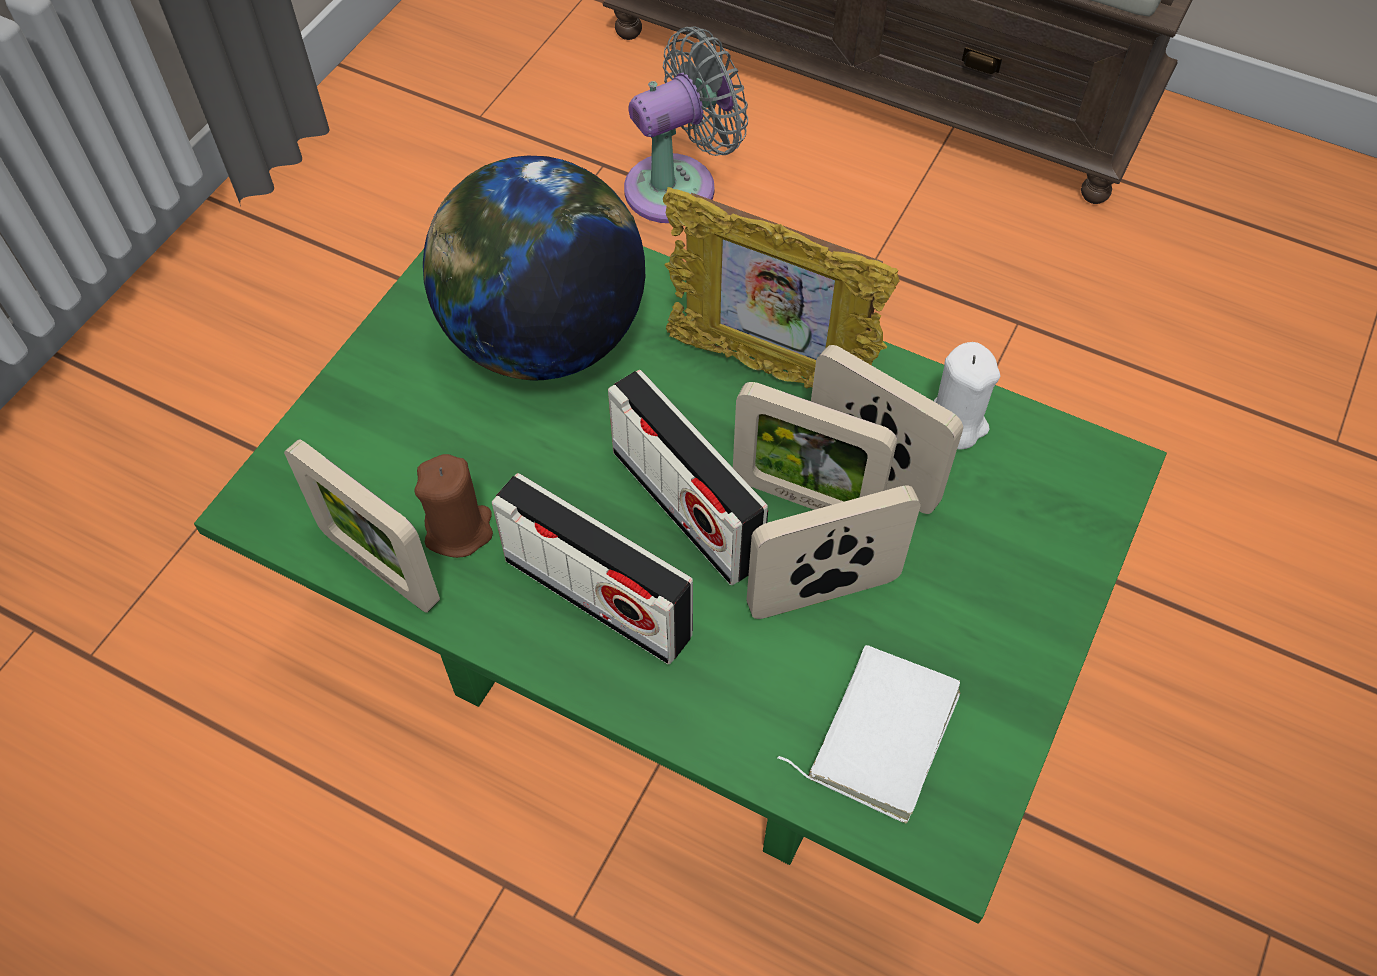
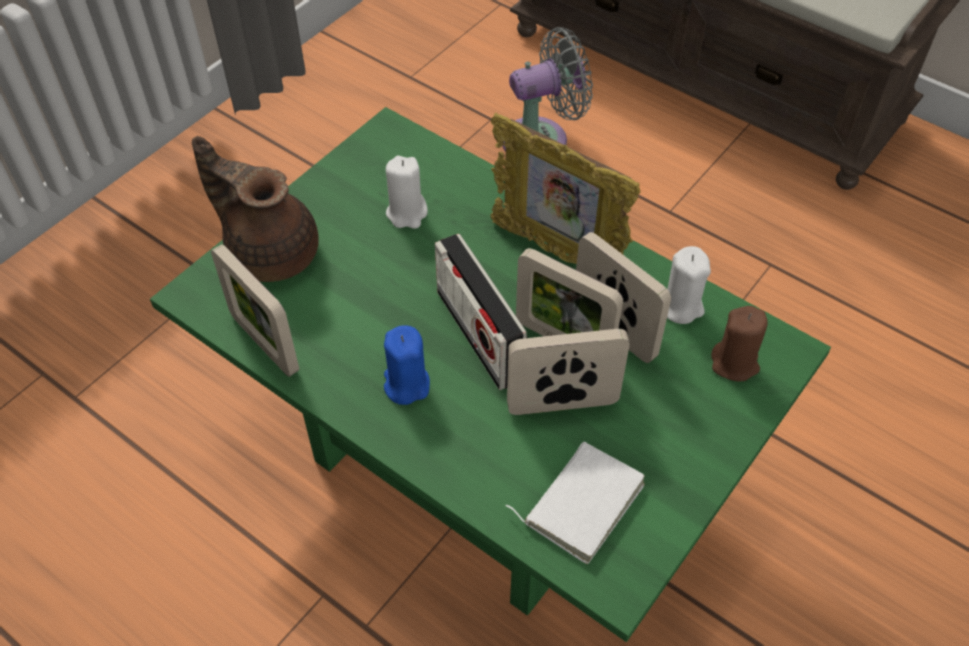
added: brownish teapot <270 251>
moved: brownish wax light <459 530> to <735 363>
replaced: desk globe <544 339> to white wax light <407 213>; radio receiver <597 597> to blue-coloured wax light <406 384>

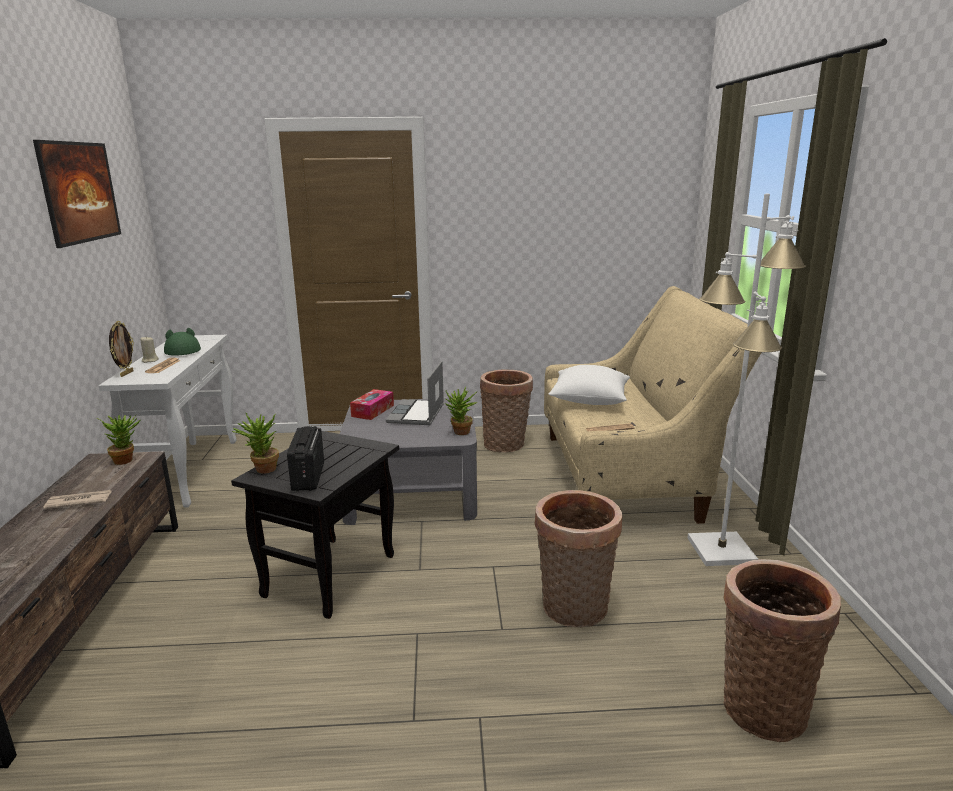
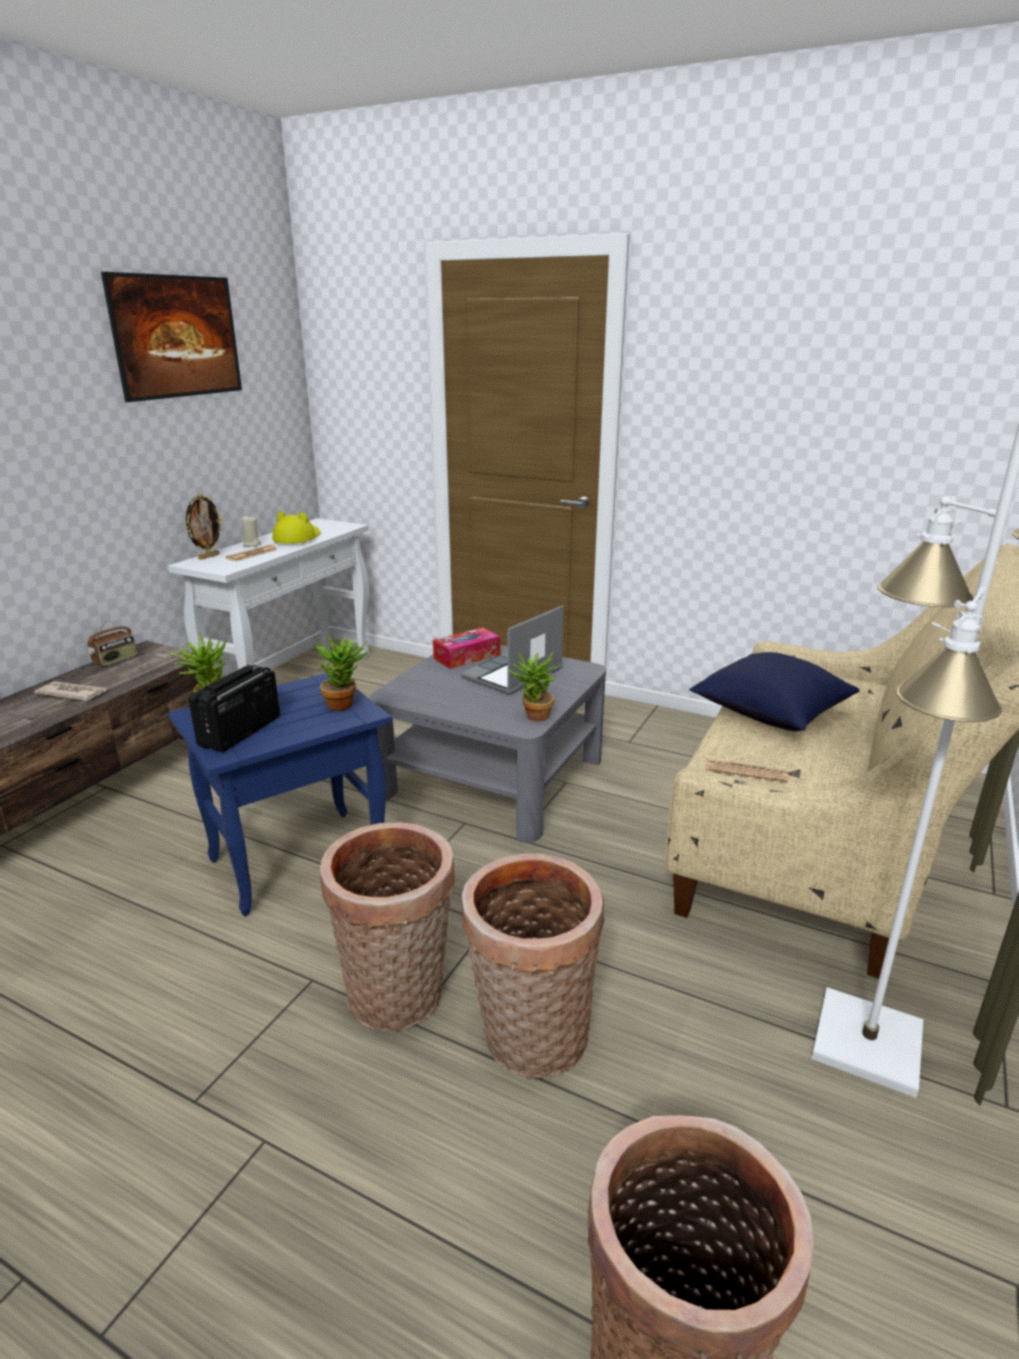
added: radio receiver <115 660>
moved: household basket <506 445> to <397 999>; potted plant <126 460> to <345 704>
recoloured: green hat <182 350> to yellow-coloured hat <297 538>; white throw pillow <589 400> to blue-coloured throw pillow <770 713>; black side table <330 577> to blue-coloured side table <296 862>

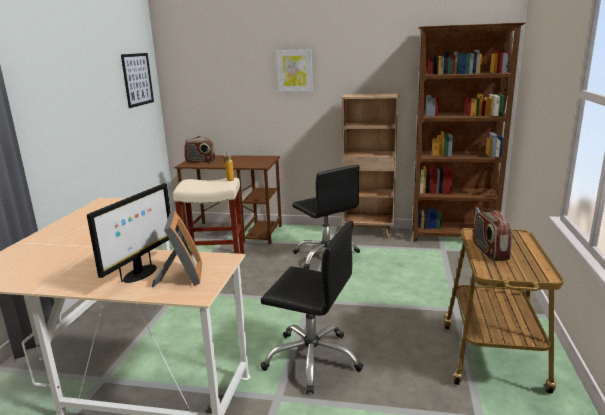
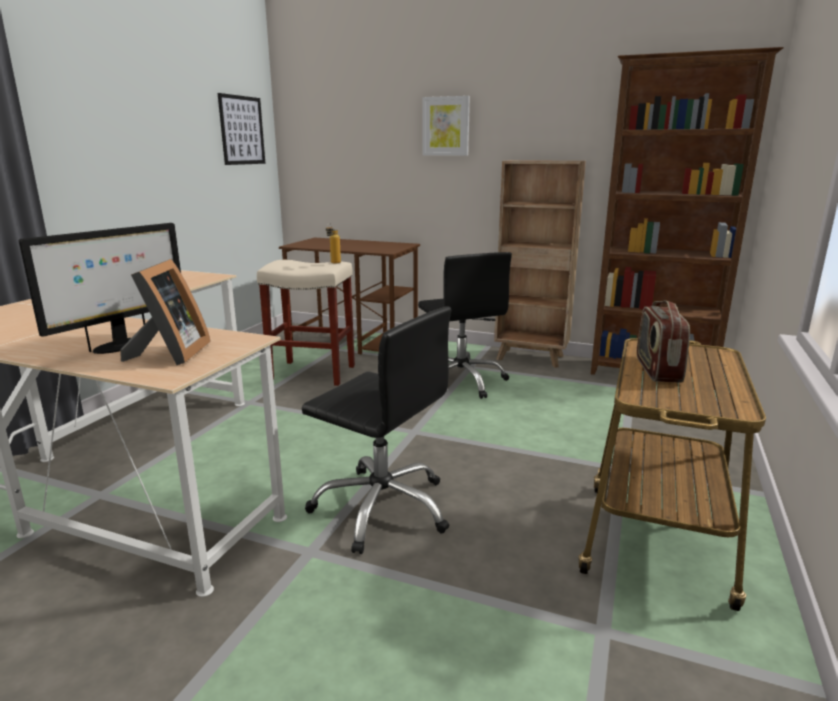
removed: radio receiver <200 161>

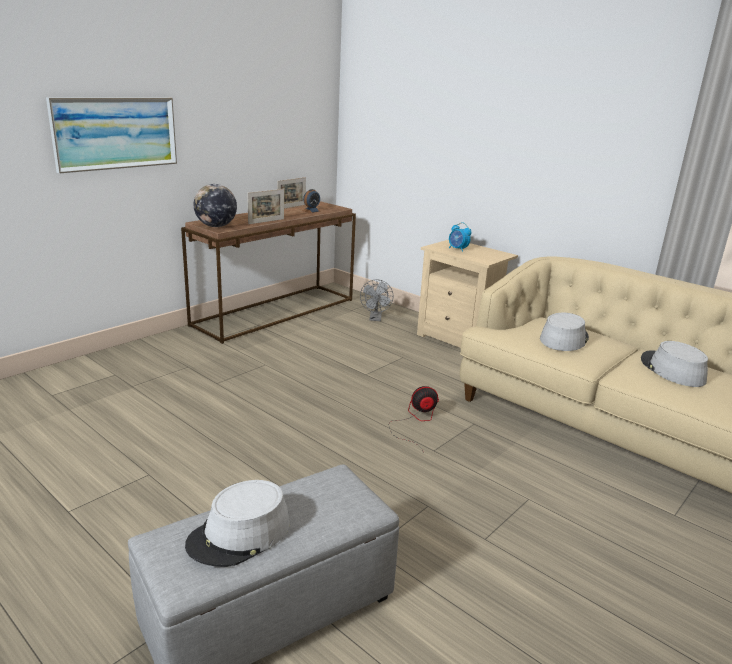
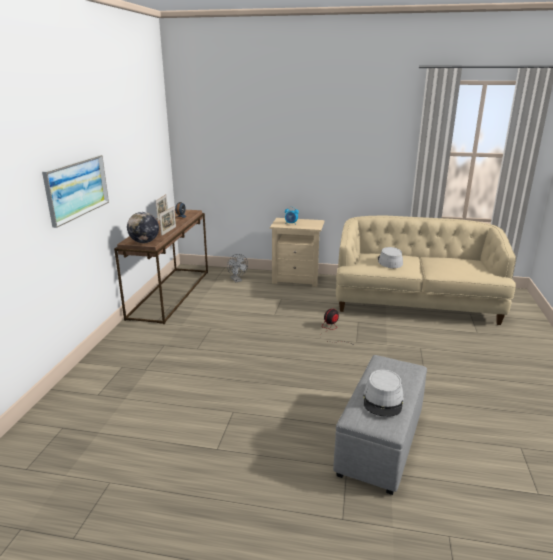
removed: grey hat <672 370>

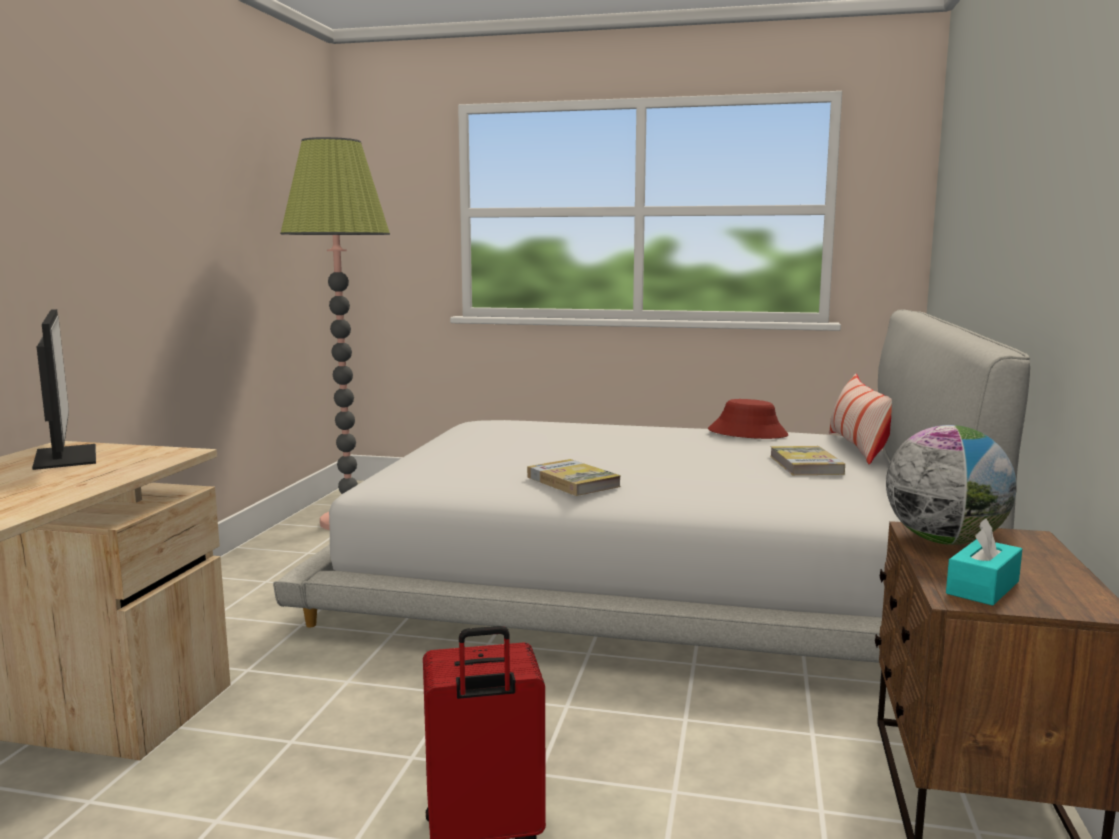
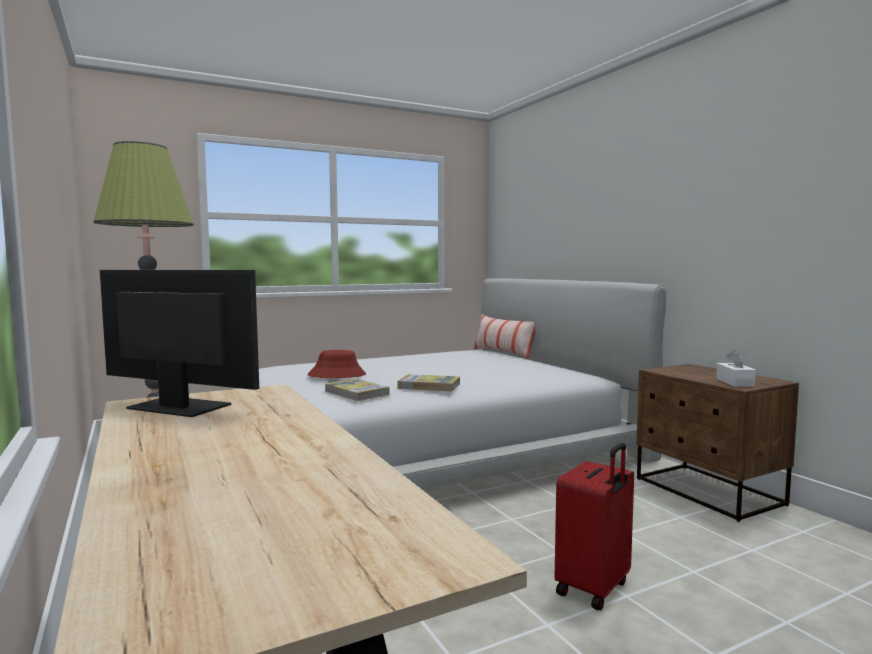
removed: desk globe <944 541>
moved: reddish hat <747 433> to <337 375>; bound book <805 465> to <356 393>
recoloured: turquoise-coloured tissue box <982 587> to white tissue box <735 382>

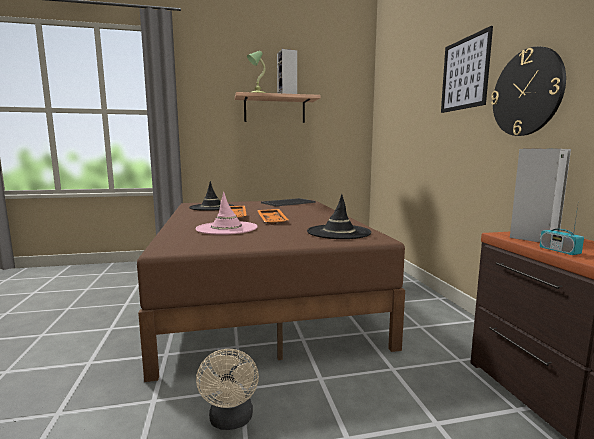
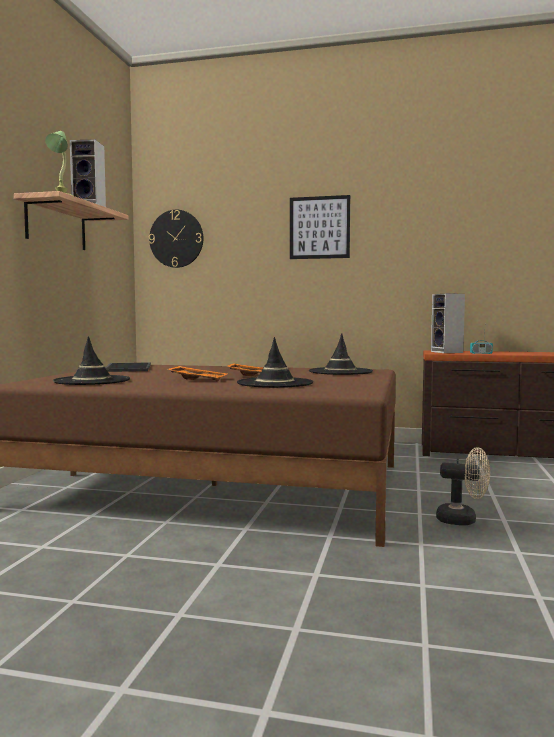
moved: clock on the wall <526 92> to <176 238>
recoloured: pinkish hat <227 228> to black hat <275 383>

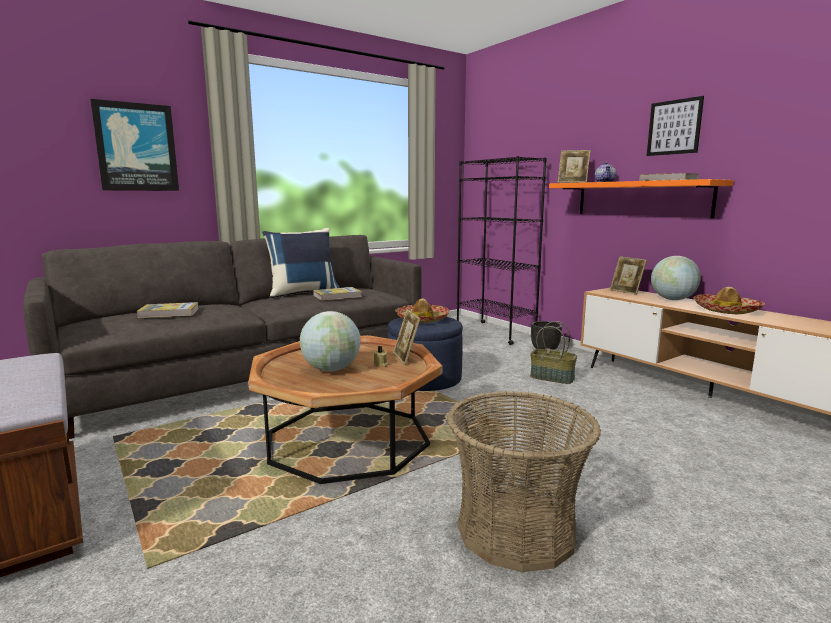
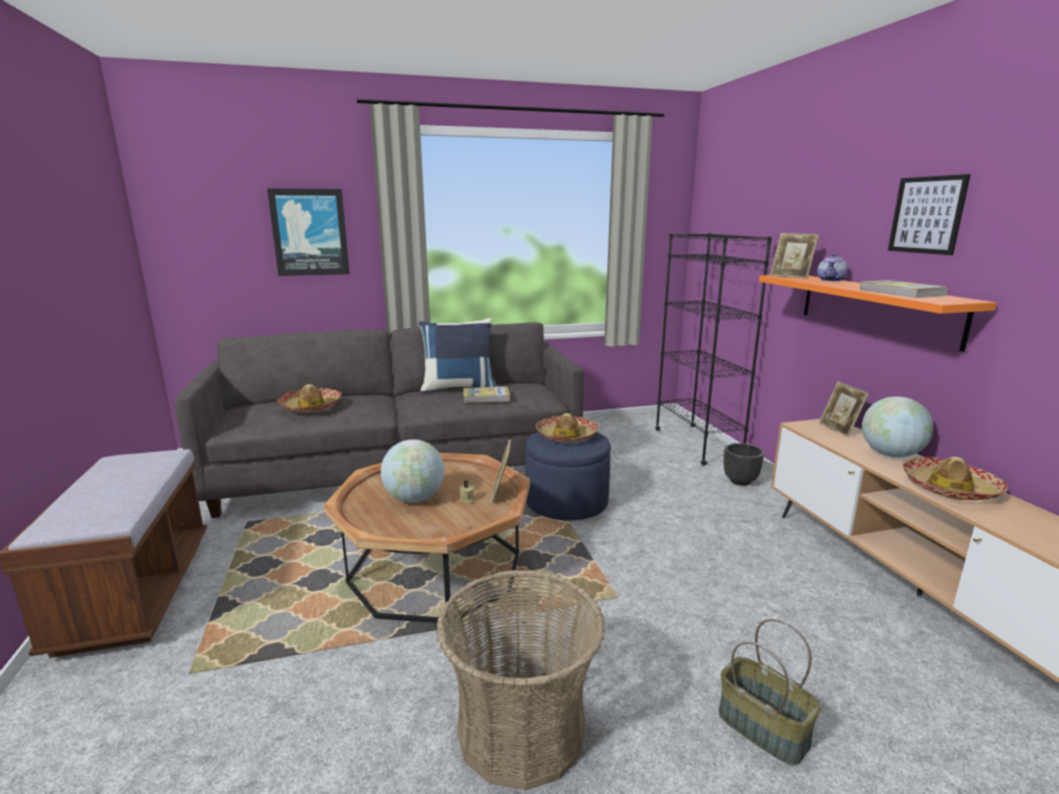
moved: household basket <552 377> to <764 728>
replaced: bound book <169 313> to hat <311 407>

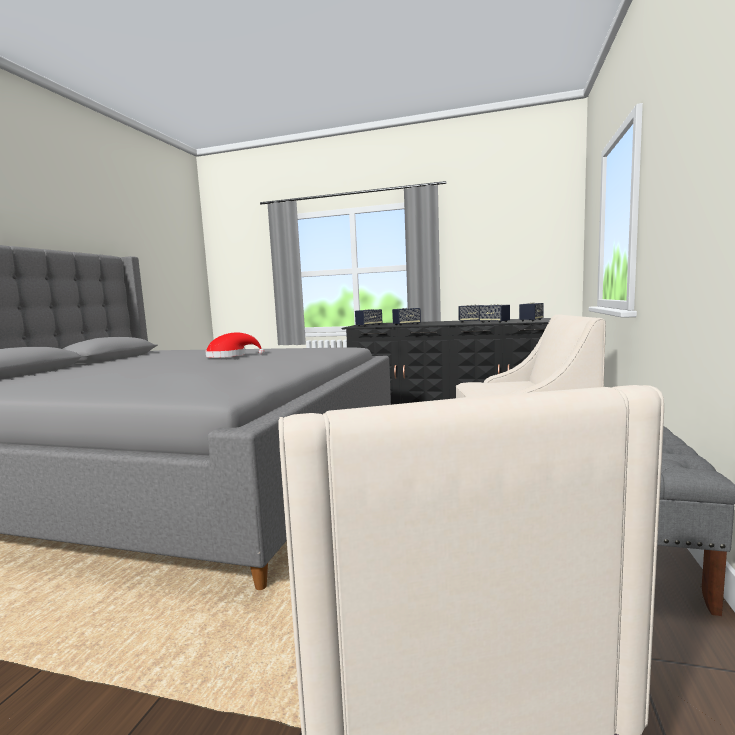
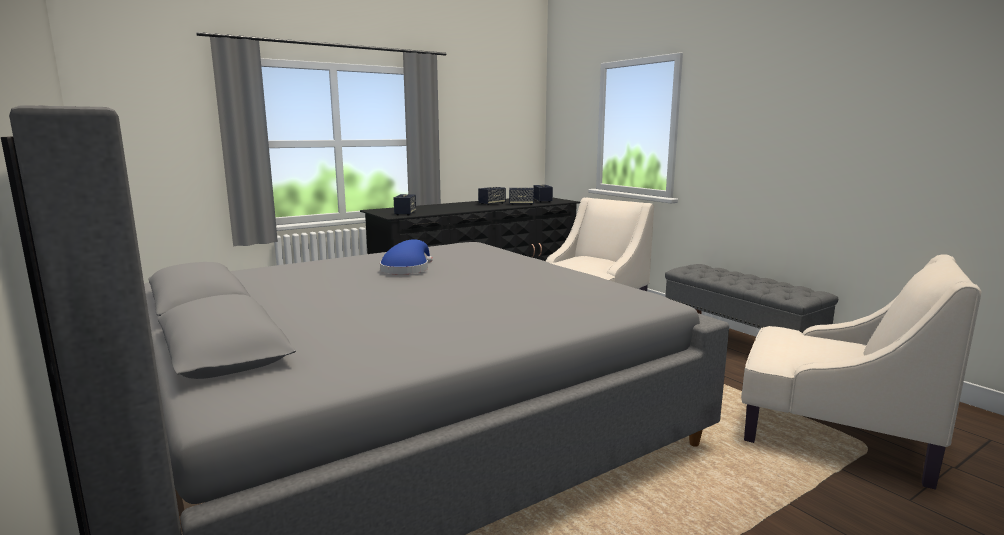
removed: audio speaker <406 324>
recoloured: reddish hat <230 356> to blue-coloured hat <407 269>

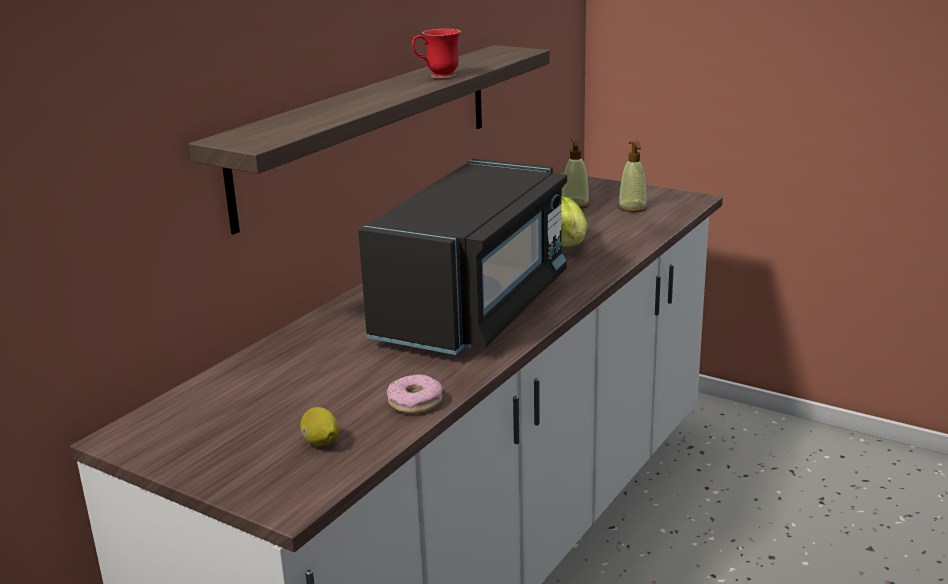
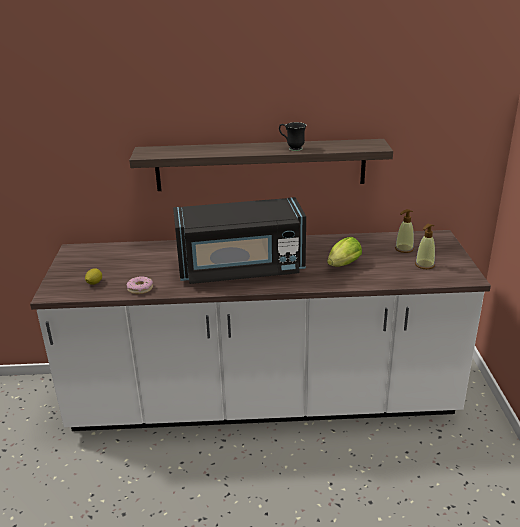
recoloured: reddish coffee mug <437 77> to black coffee mug <292 148>

